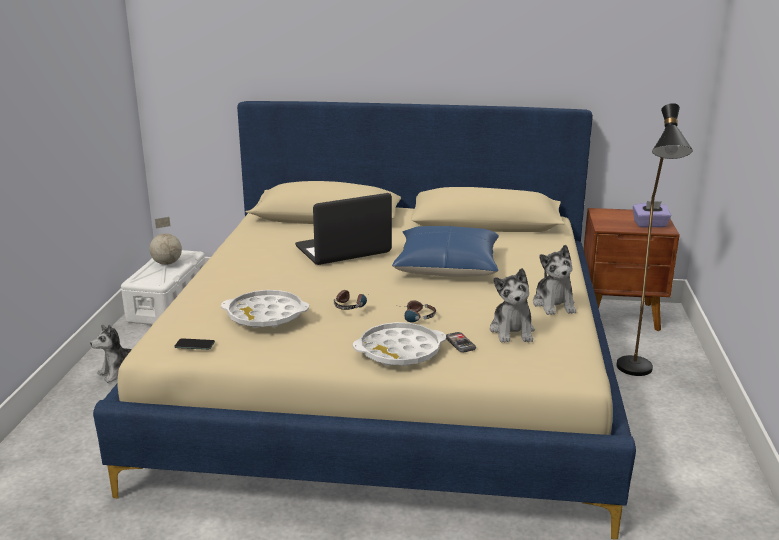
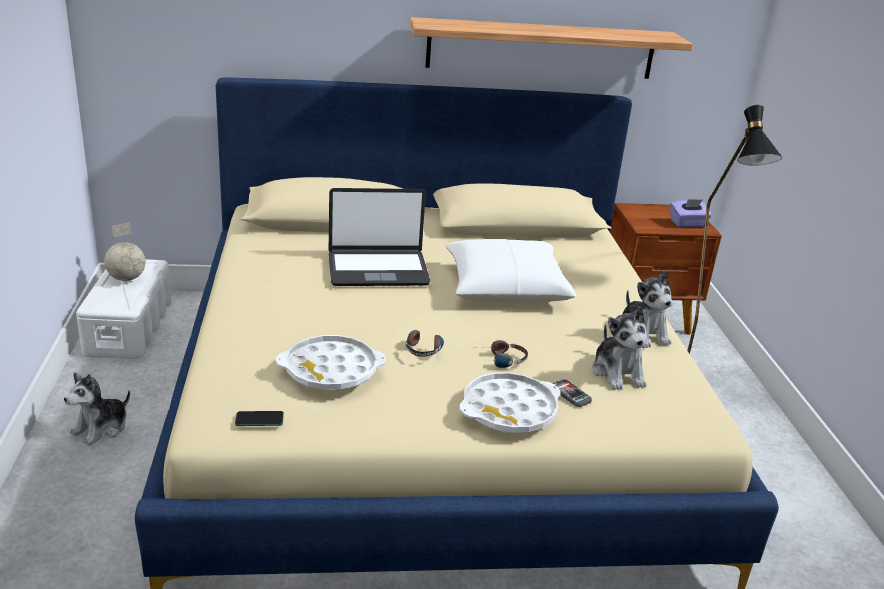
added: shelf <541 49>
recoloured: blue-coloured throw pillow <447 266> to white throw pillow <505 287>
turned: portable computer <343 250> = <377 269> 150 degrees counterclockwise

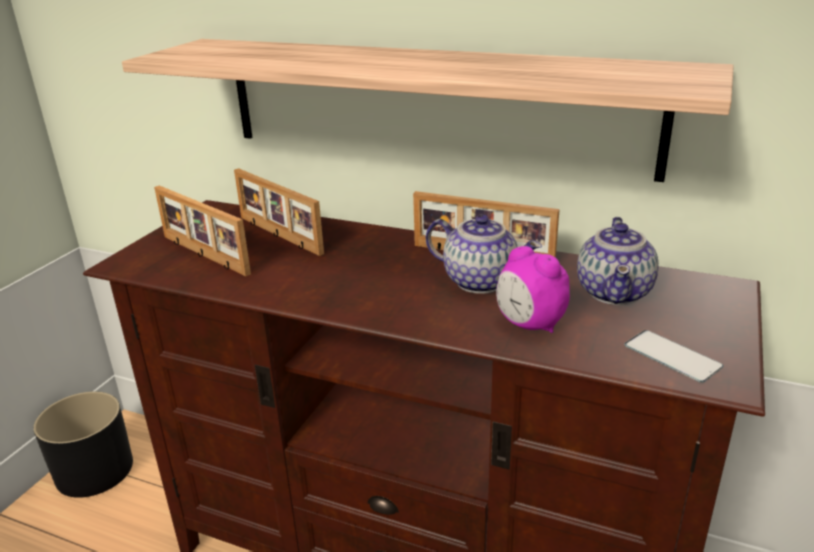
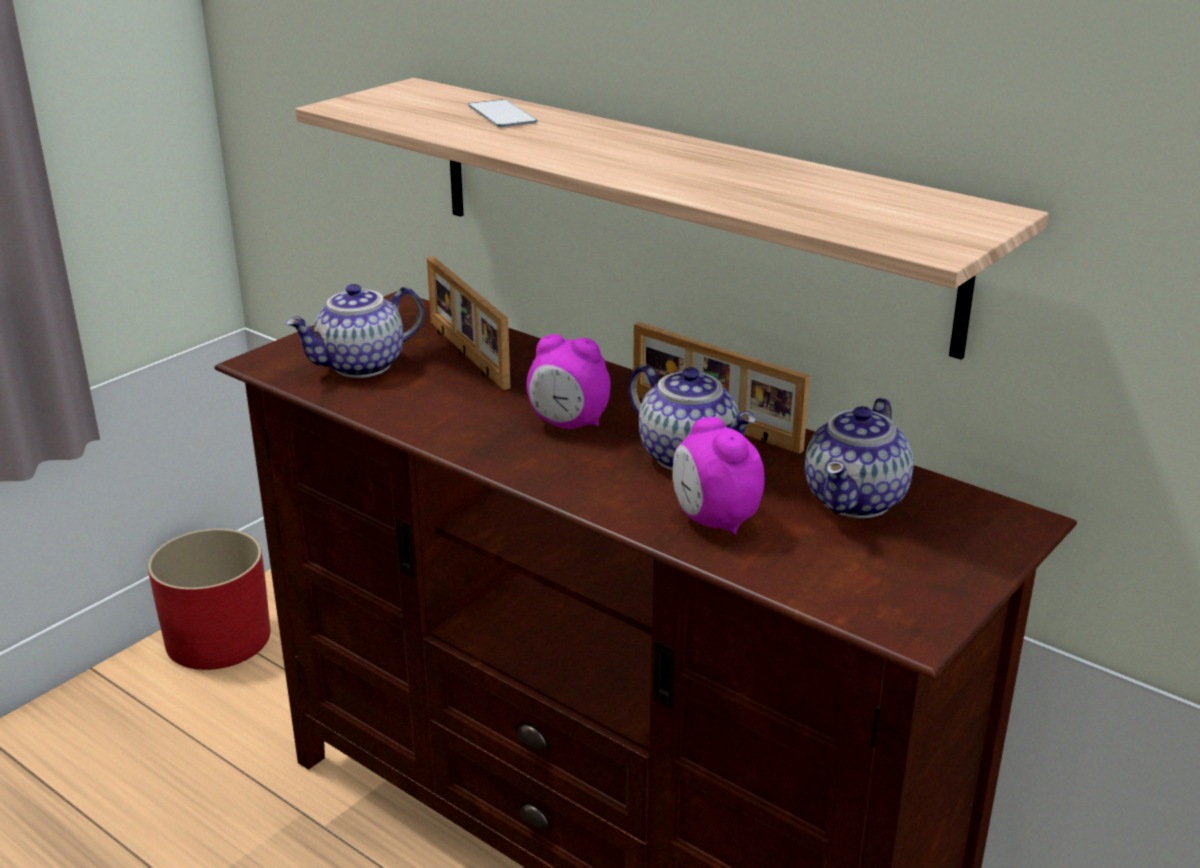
added: alarm clock <568 424>
moved: phone <672 356> to <502 114>
replaced: picture frame <203 255> to teapot <361 366>
recoloured: black plant pot <95 470> to reddish plant pot <219 638>

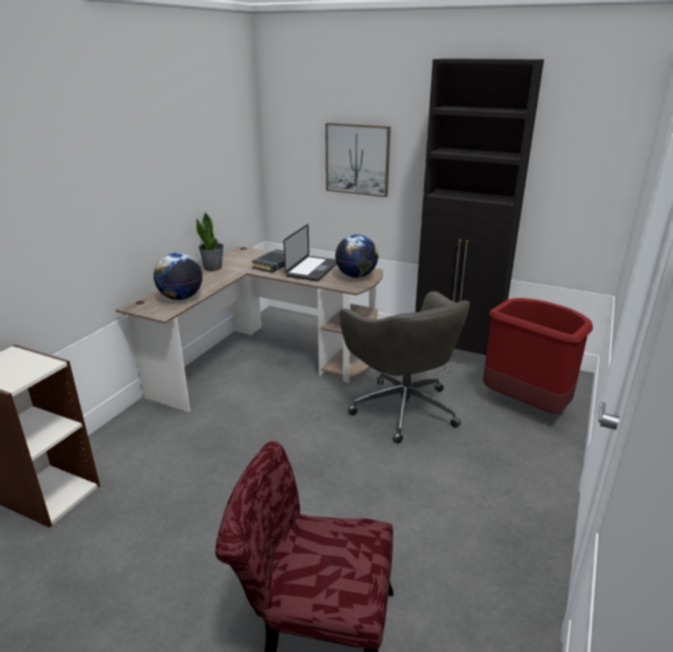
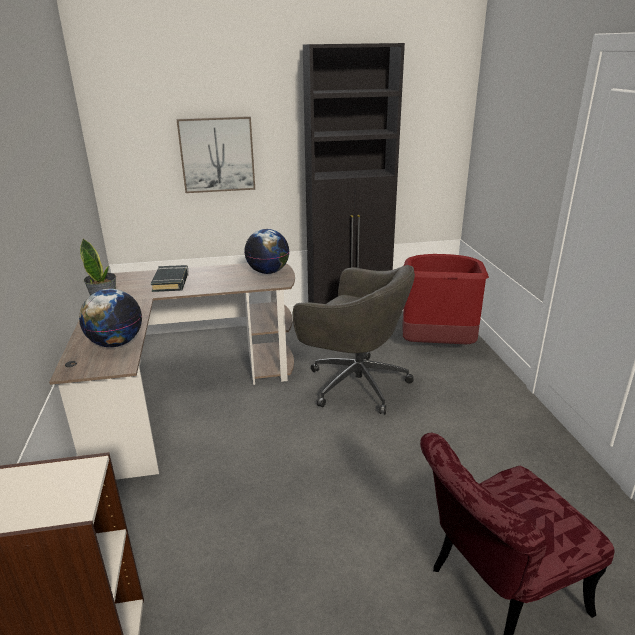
removed: portable computer <312 269>

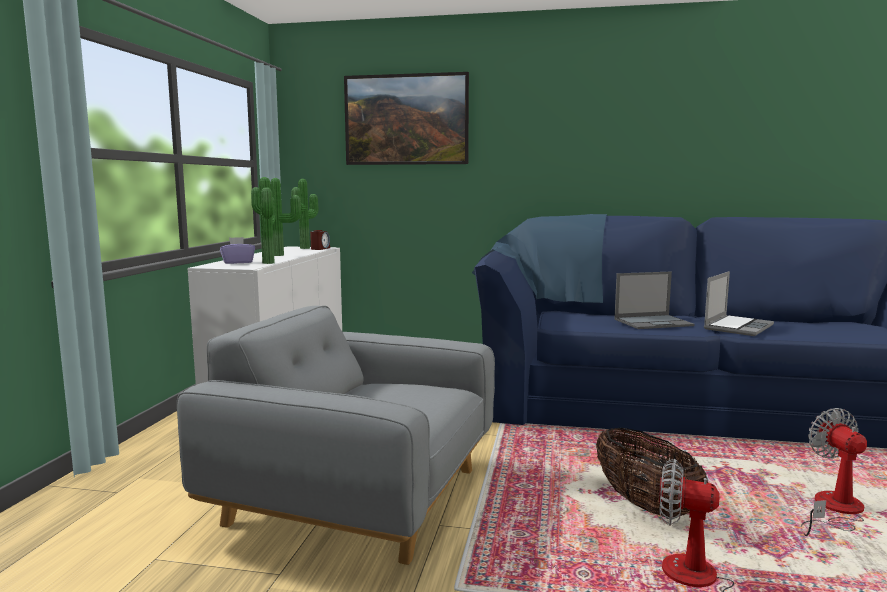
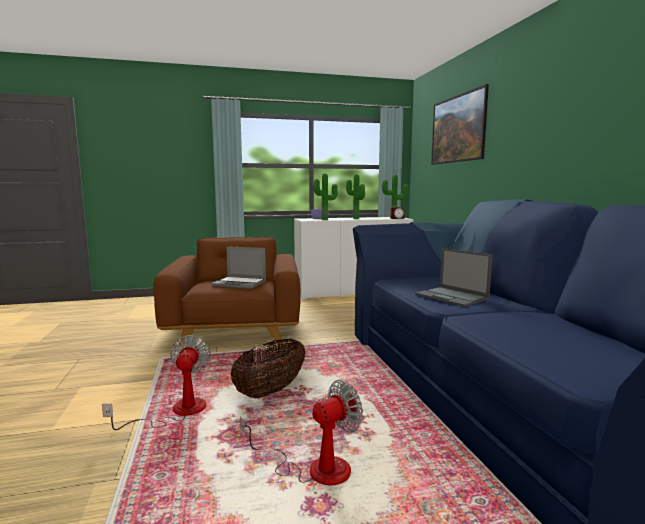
moved: portable computer <737 327> to <240 283>
recoloured: grey easy chair <358 496> to brownish easy chair <235 329>

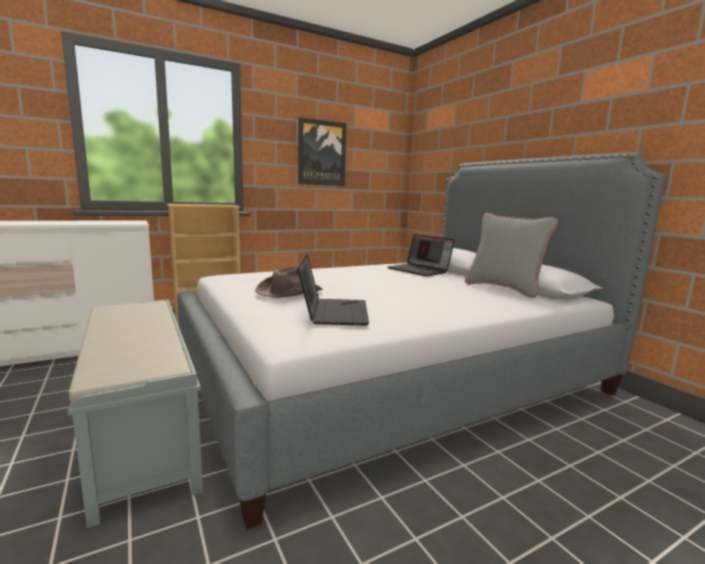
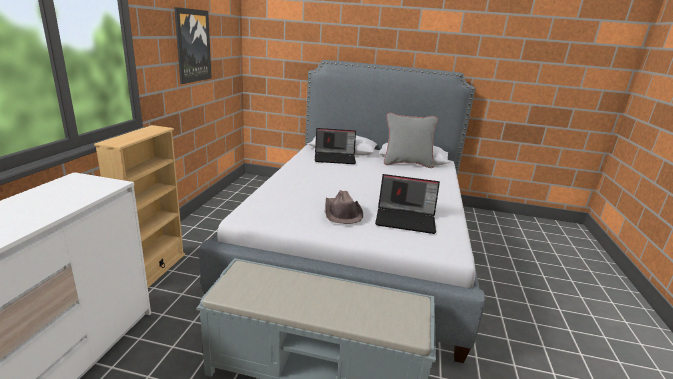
turned: portable computer <333 312> = <406 219> 150 degrees clockwise

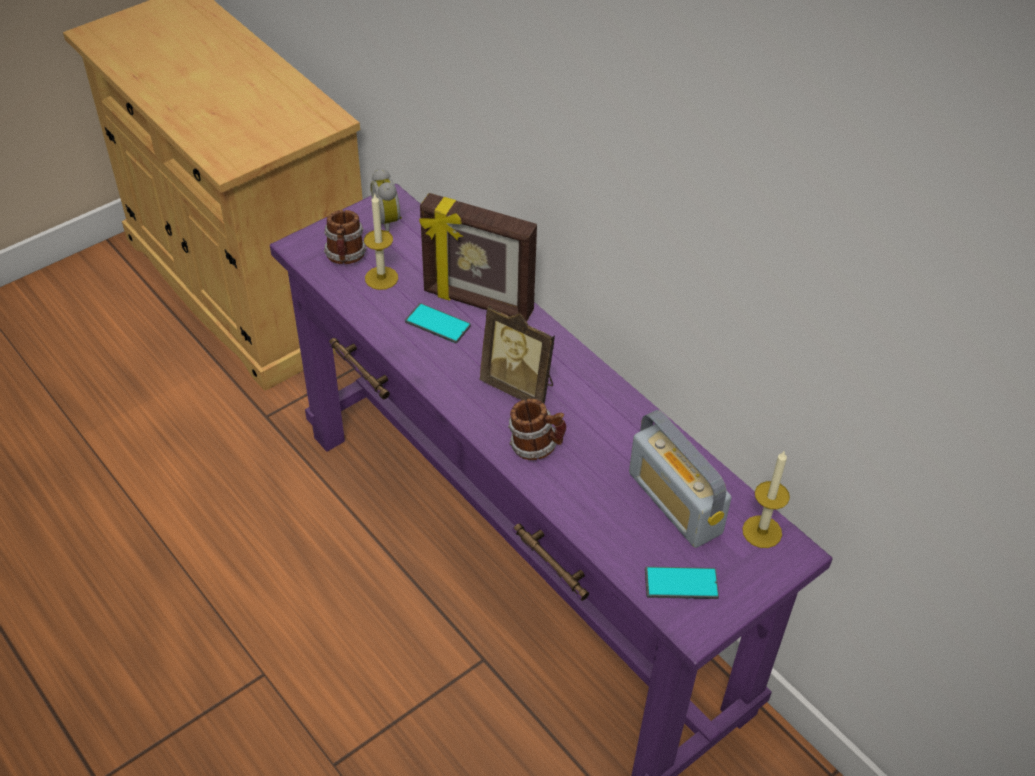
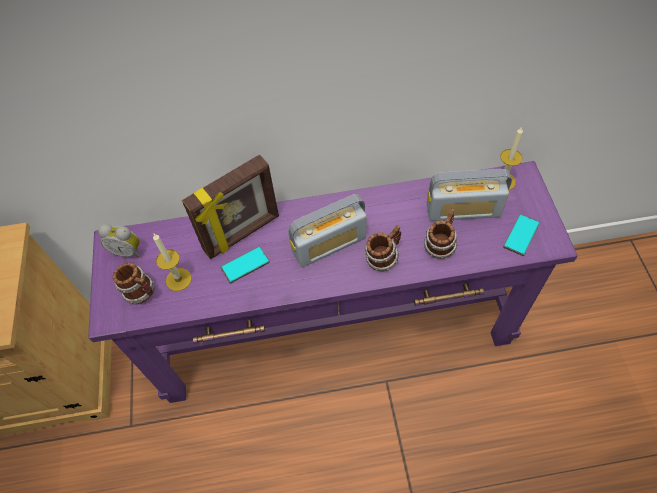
added: coffee mug <440 245>
replaced: picture frame <520 386> to radio receiver <329 244>

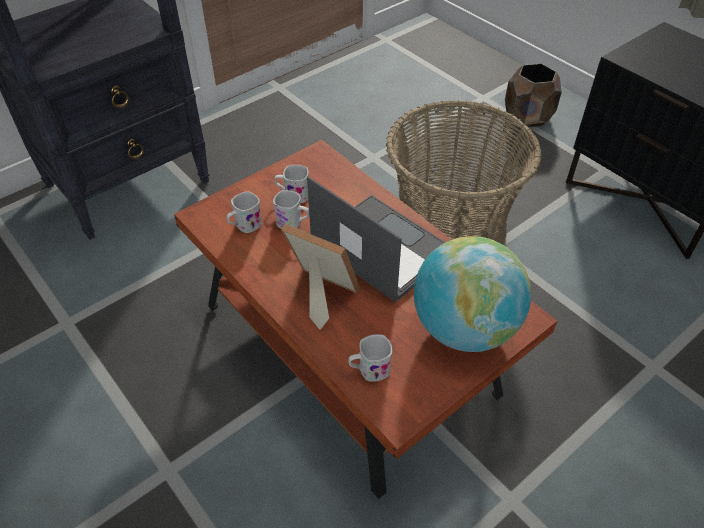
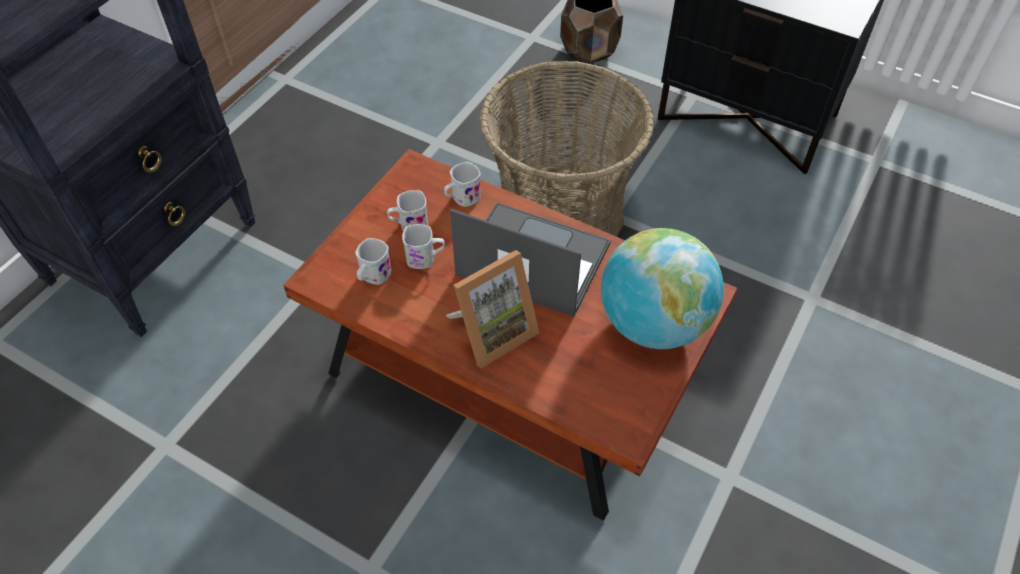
moved: white coffee mug <369 370> to <462 199>
turned: picture frame <319 295> = <492 331> 135 degrees clockwise

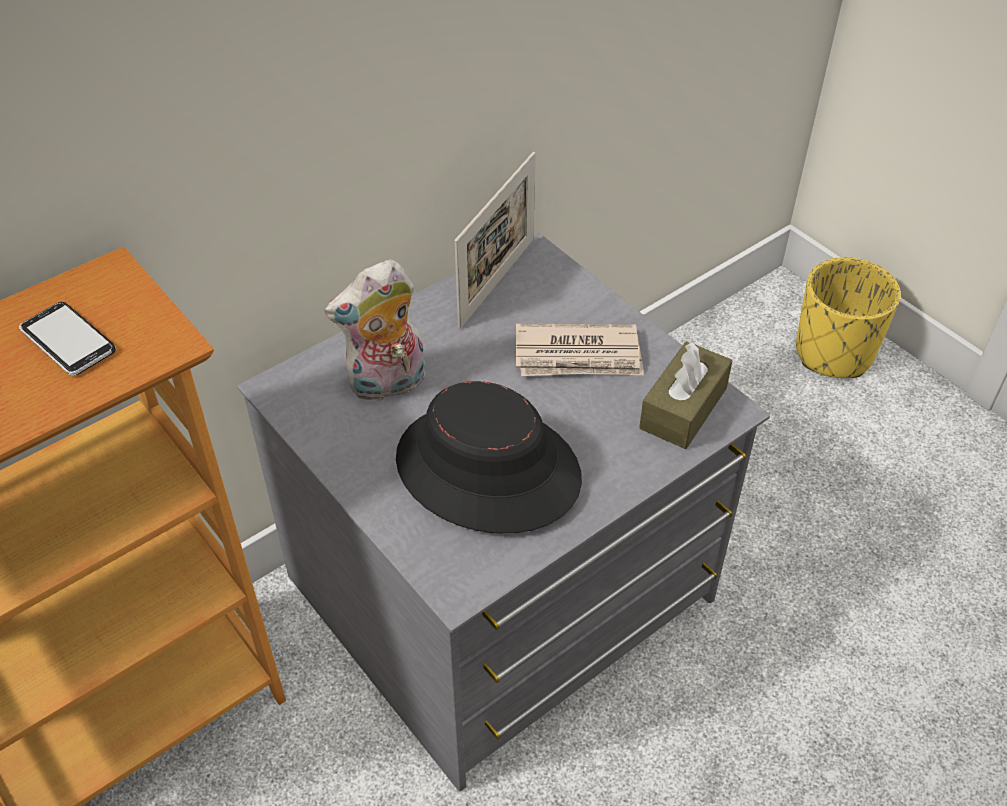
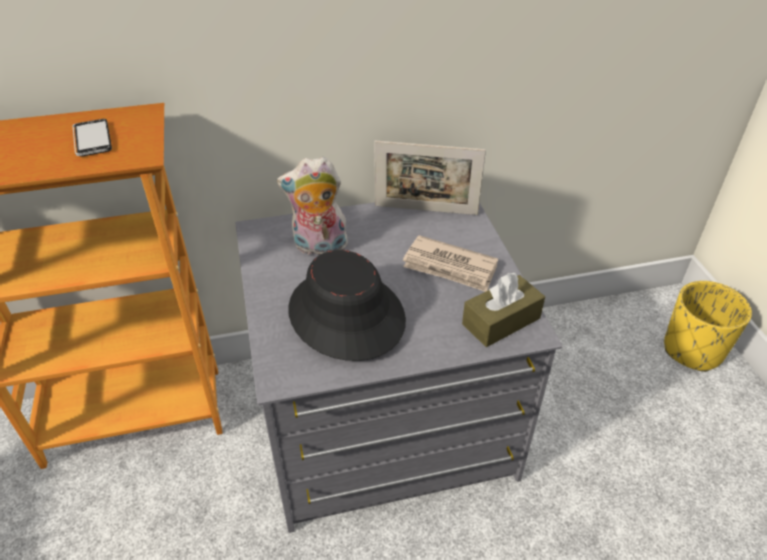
turned: picture frame <497 282> = <426 210> 45 degrees clockwise

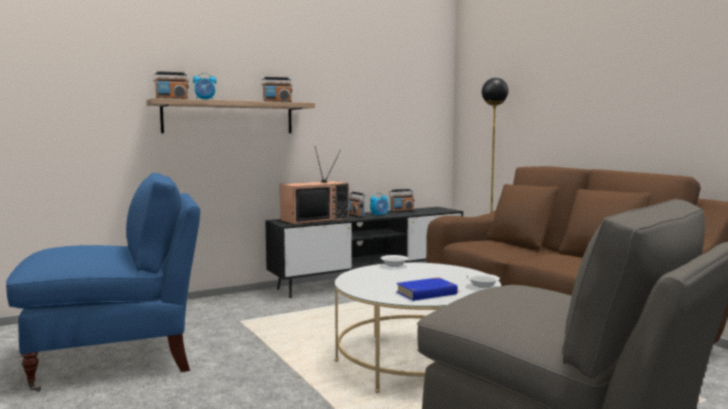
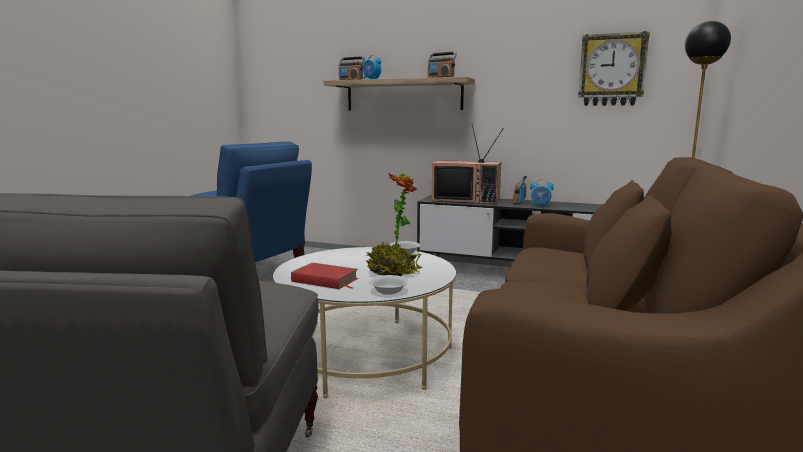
removed: radio receiver <401 211>
added: clock on the wall <612 70>; potted plant <393 273>
recoloured: blue-coloured bound book <427 293> to reddish bound book <325 280>

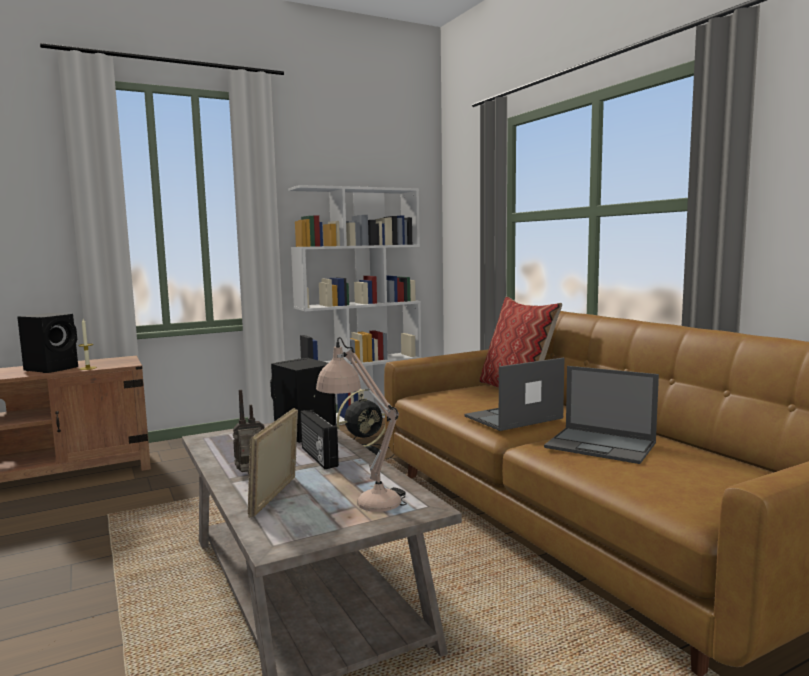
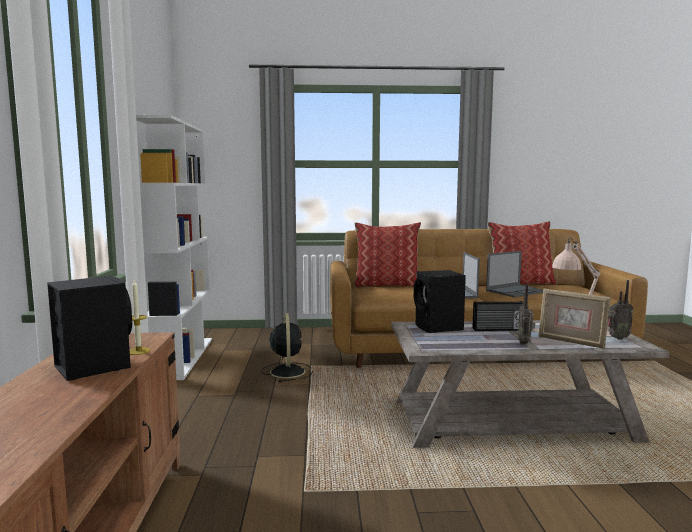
added: throw pillow <520 283>; radio receiver <616 338>

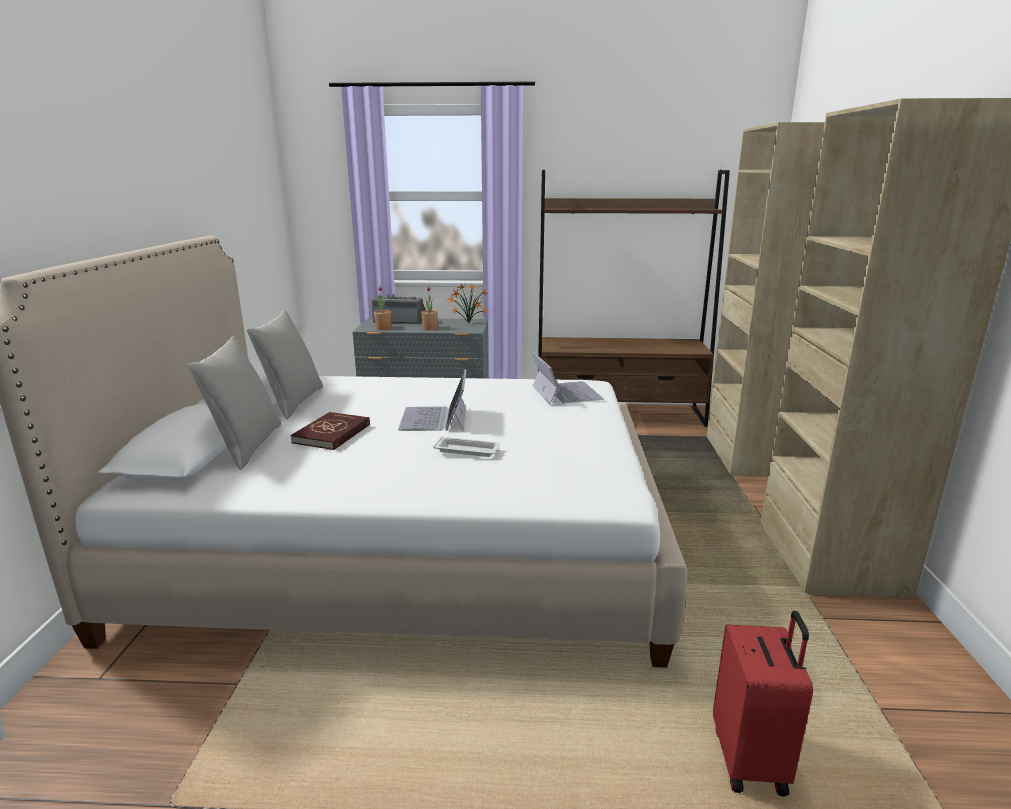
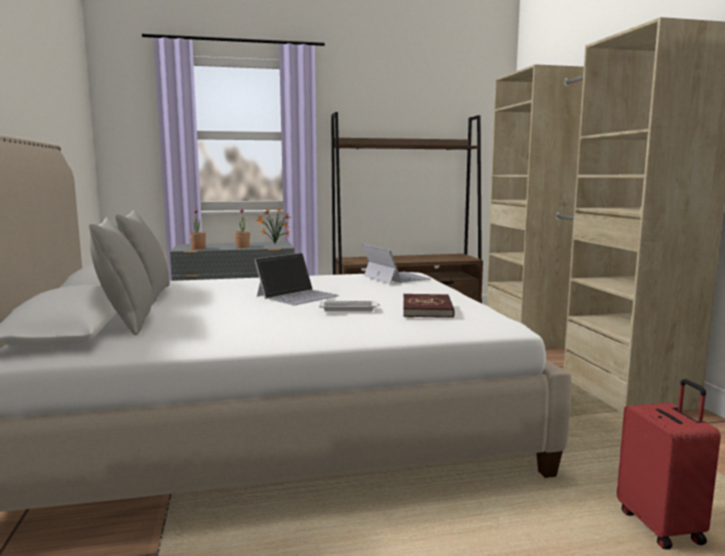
removed: radio receiver <399 321>
moved: reddish bound book <332 434> to <427 309>
turned: portable computer <435 418> = <297 296> 120 degrees counterclockwise

